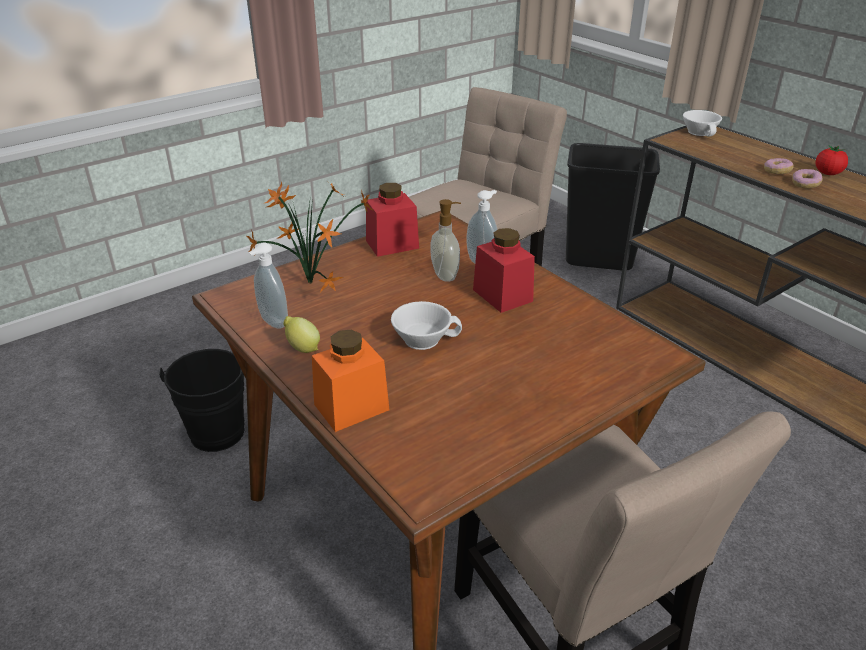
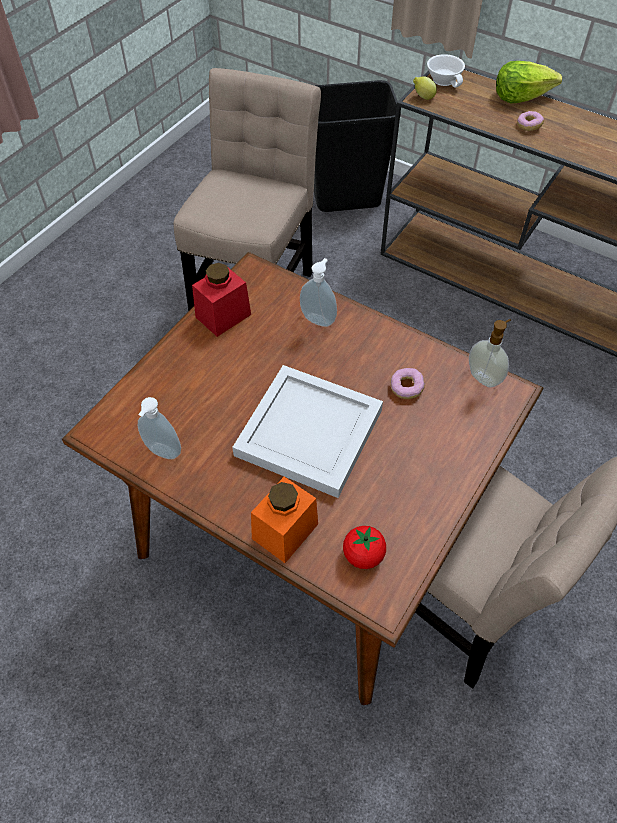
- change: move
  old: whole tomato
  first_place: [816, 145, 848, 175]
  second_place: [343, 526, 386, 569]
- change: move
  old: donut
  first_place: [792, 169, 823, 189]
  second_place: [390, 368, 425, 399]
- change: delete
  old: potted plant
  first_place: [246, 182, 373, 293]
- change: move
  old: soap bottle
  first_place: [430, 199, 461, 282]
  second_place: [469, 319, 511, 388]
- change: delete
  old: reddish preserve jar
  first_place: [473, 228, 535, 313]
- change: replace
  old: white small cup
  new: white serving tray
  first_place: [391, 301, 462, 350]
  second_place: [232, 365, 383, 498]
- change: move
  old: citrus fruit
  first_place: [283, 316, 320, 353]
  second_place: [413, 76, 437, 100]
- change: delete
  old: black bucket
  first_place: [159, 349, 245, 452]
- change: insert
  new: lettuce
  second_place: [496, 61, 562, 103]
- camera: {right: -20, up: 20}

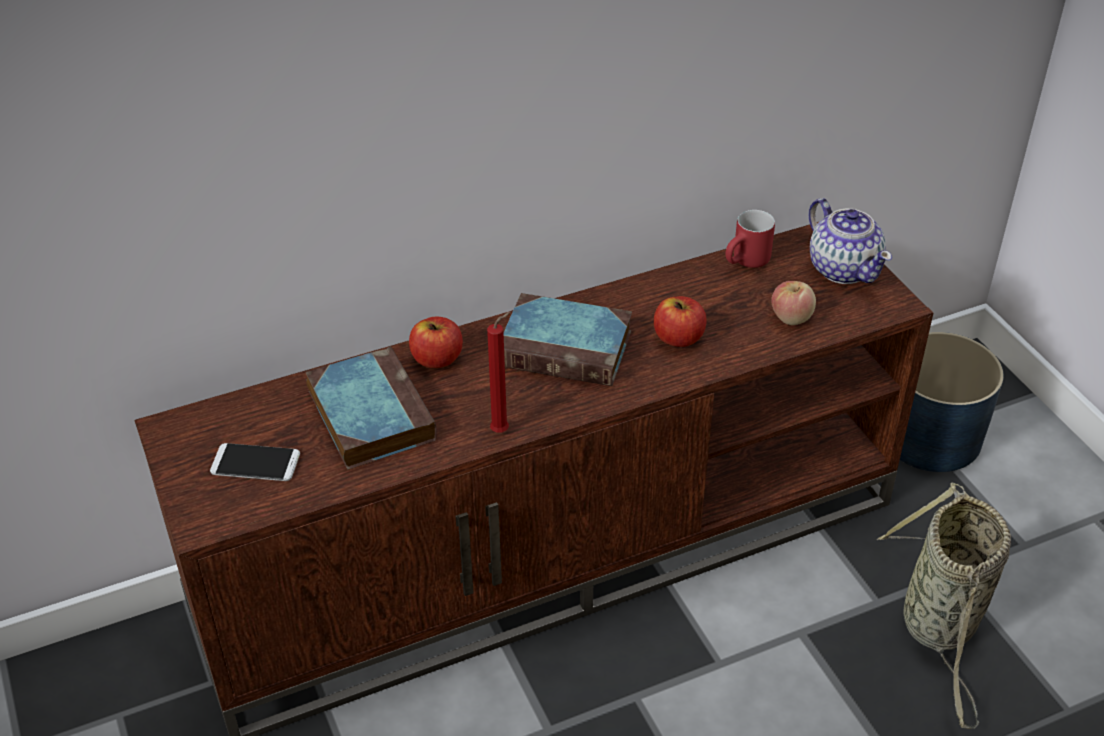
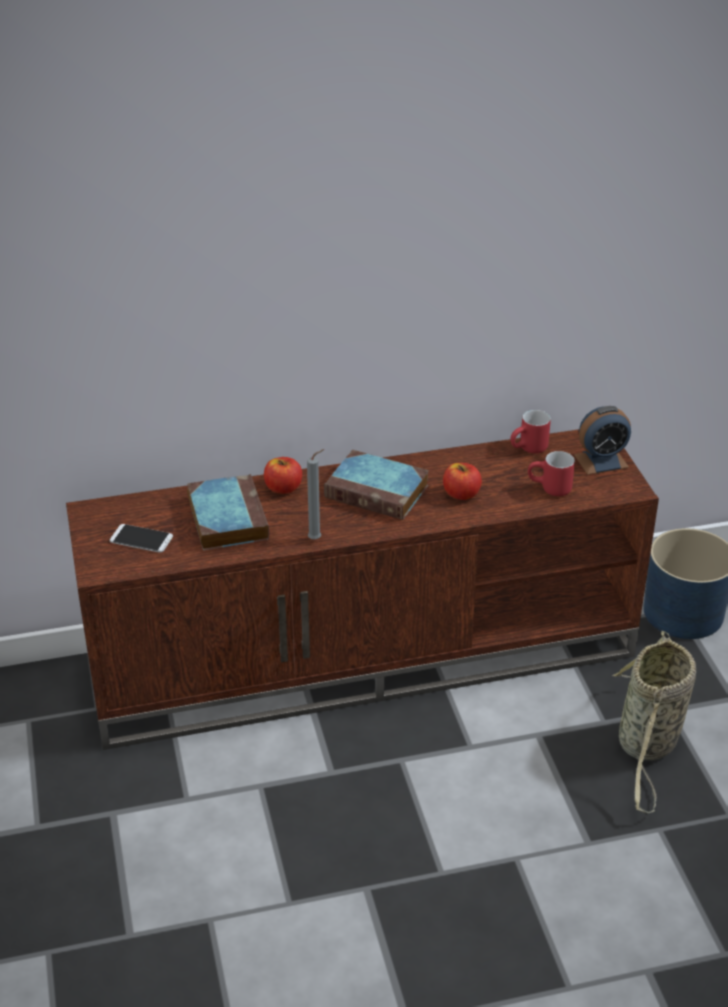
- change: replace
  old: pot for tea
  new: table clock
  first_place: [809, 198, 892, 284]
  second_place: [574, 406, 631, 475]
- change: replace
  old: apple
  new: reddish tea mug
  first_place: [771, 281, 816, 325]
  second_place: [528, 451, 575, 496]
- change: recolor
  old: reddish wax light
  new: grey wax light
  first_place: [487, 312, 511, 433]
  second_place: [307, 449, 324, 540]
- camera: {right: 10, up: -5}

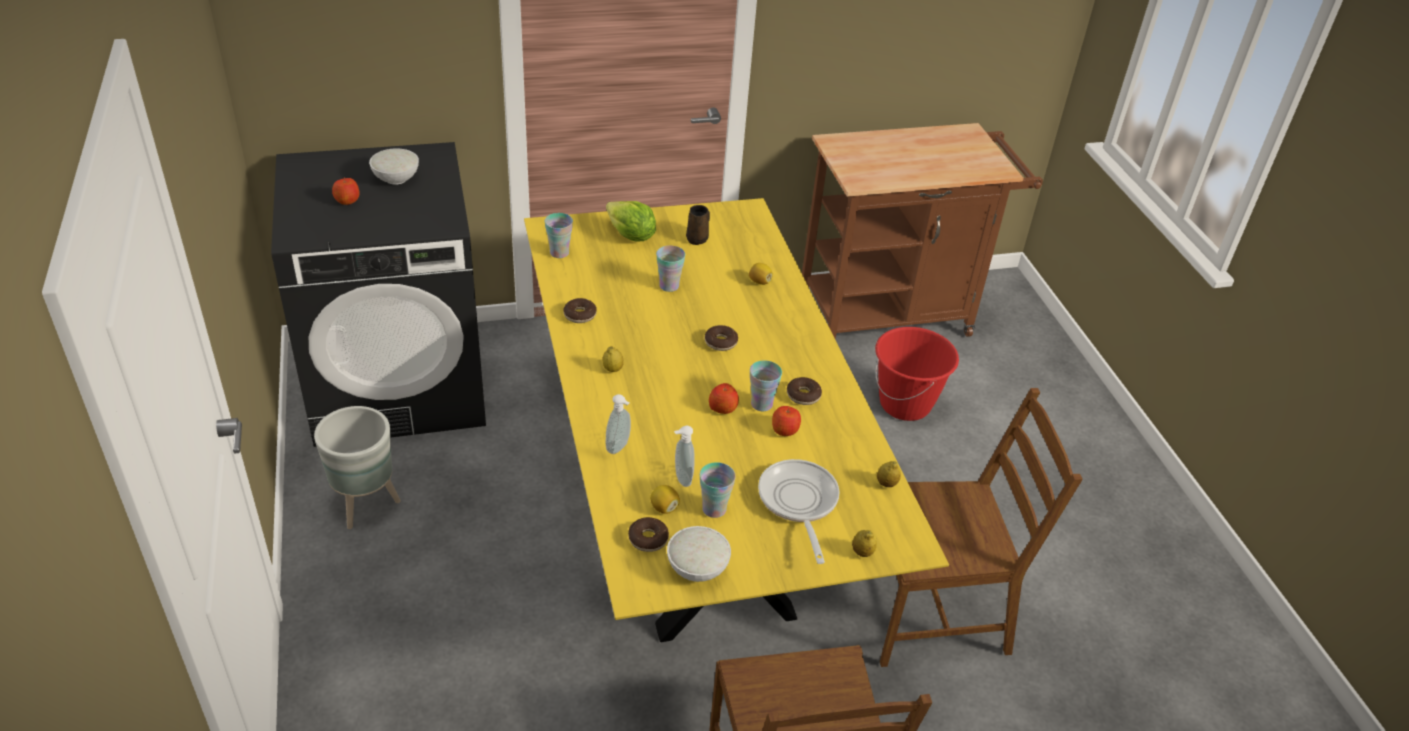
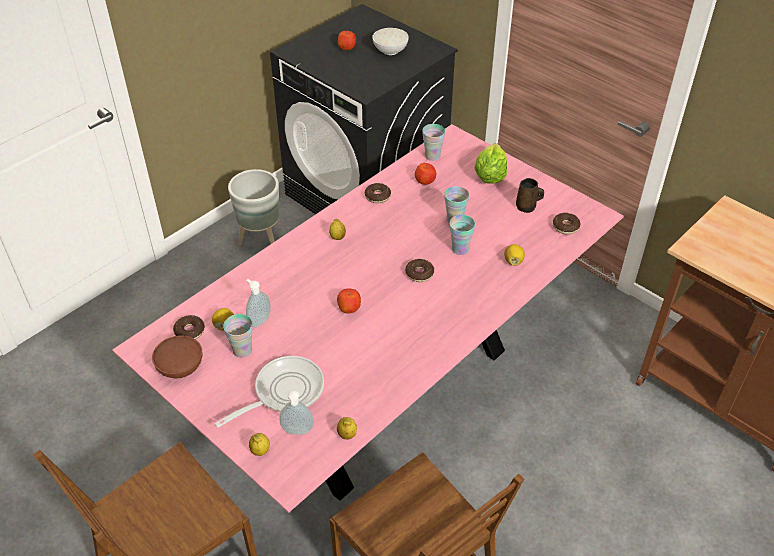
- change: recolor
  old: yellow dinner table
  new: pink-coloured dinner table
  first_place: [524, 198, 949, 642]
  second_place: [112, 124, 624, 513]
- change: delete
  old: reddish bucket
  first_place: [875, 327, 959, 421]
- change: move
  old: small cup
  first_place: [750, 360, 782, 411]
  second_place: [450, 215, 475, 255]
- change: move
  old: donut
  first_place: [787, 377, 822, 405]
  second_place: [553, 213, 581, 235]
- change: move
  old: soap bottle
  first_place: [606, 394, 631, 454]
  second_place: [279, 390, 314, 435]
- change: move
  old: apple
  first_place: [772, 406, 801, 436]
  second_place: [415, 163, 436, 185]
- change: recolor
  old: white deep dish
  new: brownish deep dish
  first_place: [667, 526, 731, 582]
  second_place: [152, 336, 202, 379]
- camera: {right: 60, up: 5}

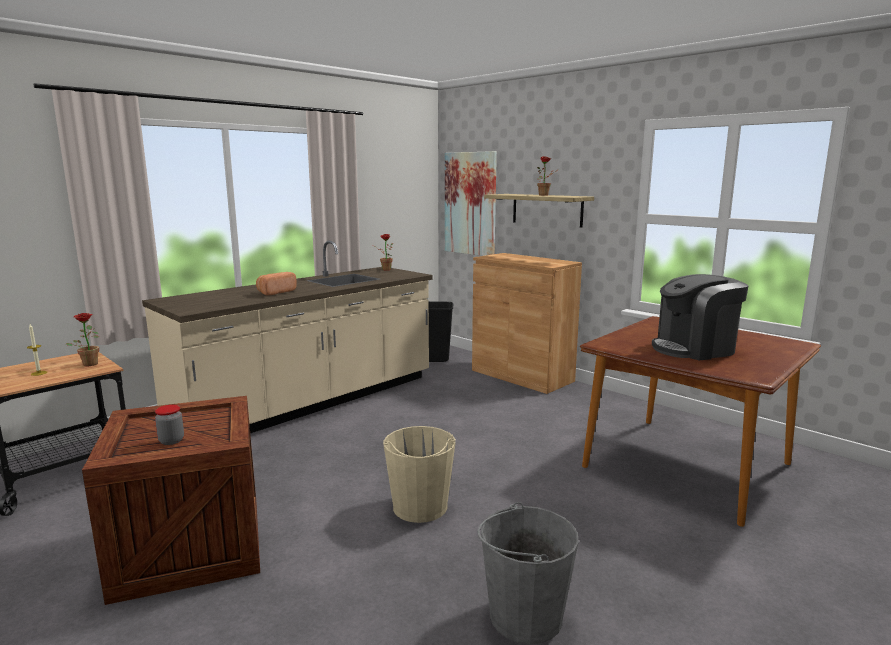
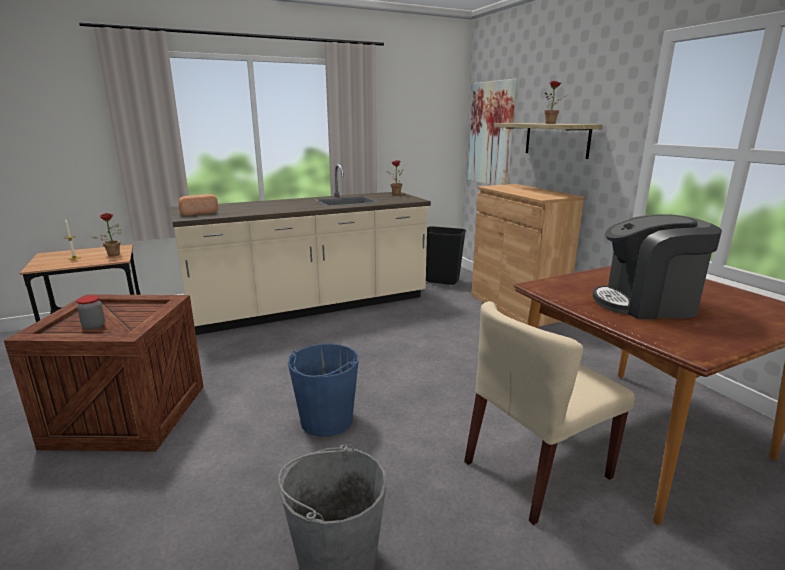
- change: move
  old: bread
  first_place: [256, 272, 297, 295]
  second_place: [178, 194, 218, 215]
- change: recolor
  old: beige bucket
  new: bluish bucket
  first_place: [383, 426, 456, 523]
  second_place: [288, 343, 359, 437]
- change: insert
  new: beige upright chair
  second_place: [464, 301, 635, 525]
- camera: {right: 20, up: 5}

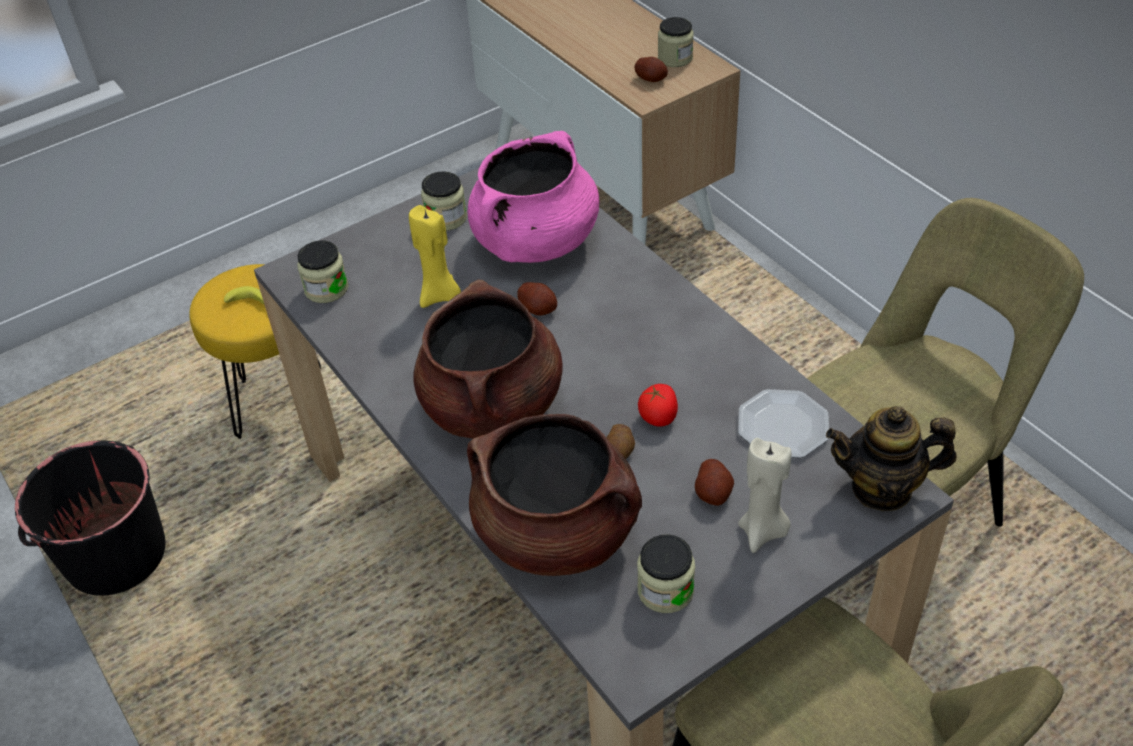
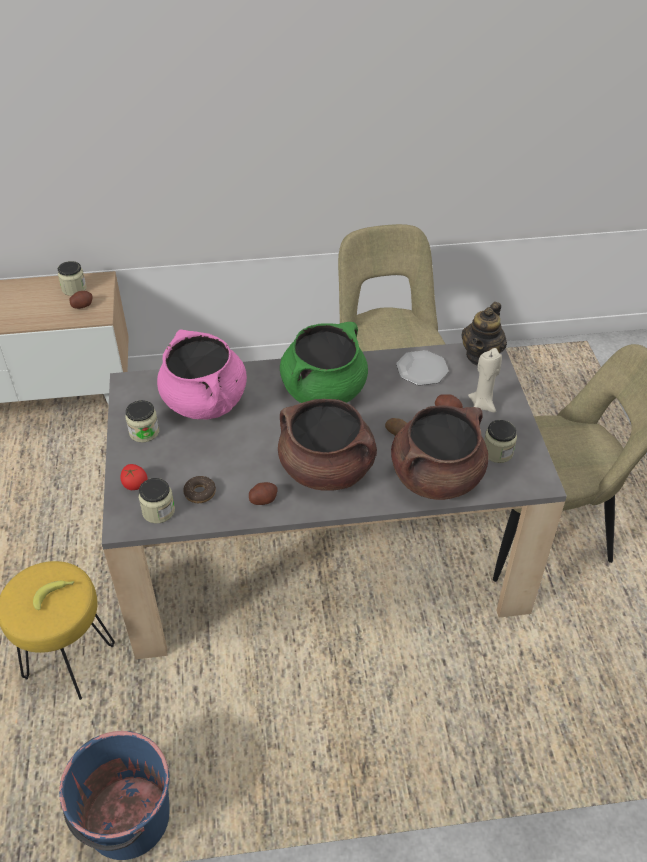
- change: delete
  old: yellow wax light
  first_place: [409, 205, 461, 308]
- change: move
  old: whole potato
  first_place: [517, 282, 557, 316]
  second_place: [249, 482, 278, 505]
- change: move
  old: whole tomato
  first_place: [638, 384, 678, 427]
  second_place: [120, 464, 148, 490]
- change: recolor
  old: black bucket
  new: bluish bucket
  first_place: [15, 440, 166, 596]
  second_place: [59, 731, 170, 860]
- change: insert
  new: greenish cooking pot
  second_place: [280, 322, 368, 403]
- change: insert
  new: donut
  second_place: [183, 476, 216, 503]
- camera: {right: -65, up: 0}

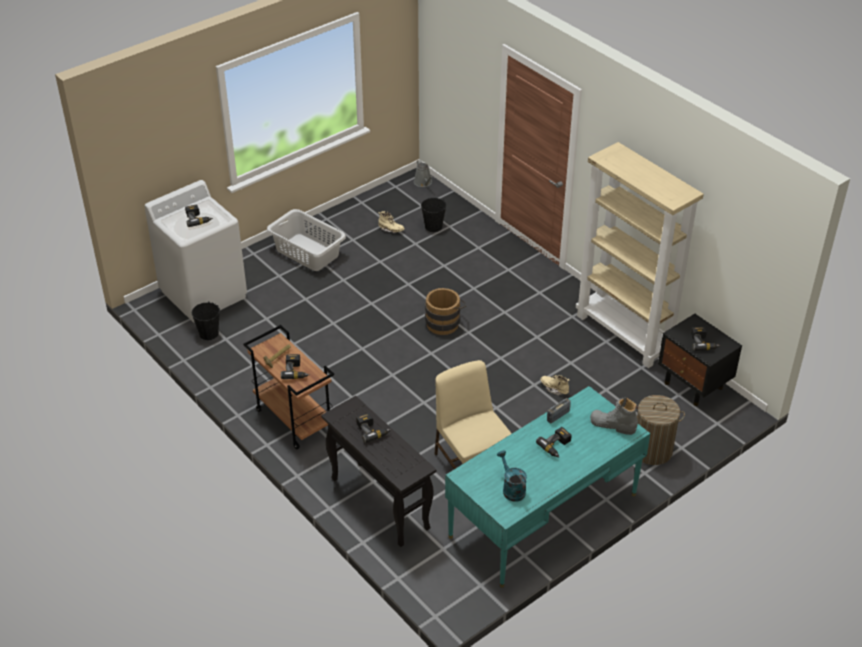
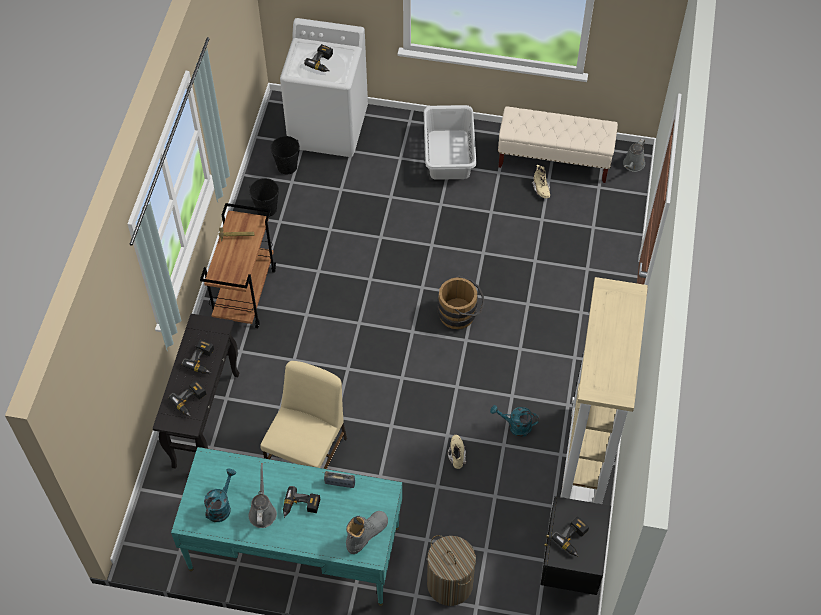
- change: move
  old: black bucket
  first_place: [421, 198, 447, 232]
  second_place: [249, 178, 279, 217]
- change: move
  old: power drill
  first_place: [281, 354, 310, 379]
  second_place: [169, 380, 206, 417]
- change: rotate
  old: grey high-top boot
  first_place: [590, 397, 638, 435]
  second_place: [346, 511, 388, 554]
  degrees: 60
- change: insert
  new: beige bench
  second_place: [498, 106, 618, 183]
- change: insert
  new: turquoise watering pot
  second_place: [490, 405, 539, 437]
- change: insert
  new: grey watering pot
  second_place: [249, 463, 277, 528]
- camera: {right: 50, up: 15}

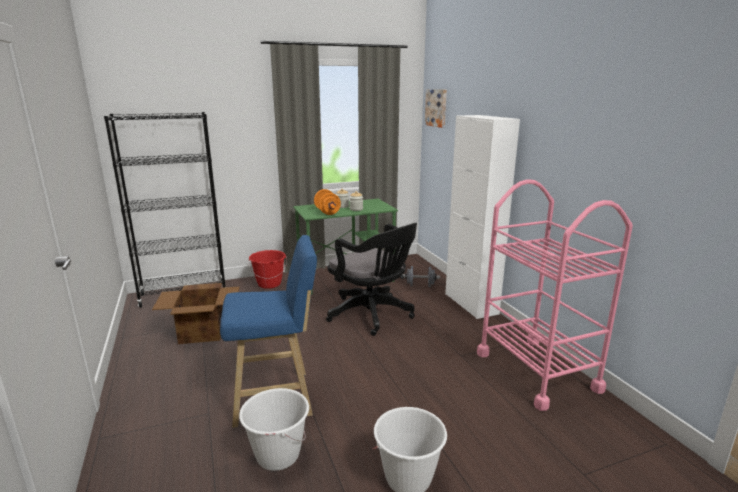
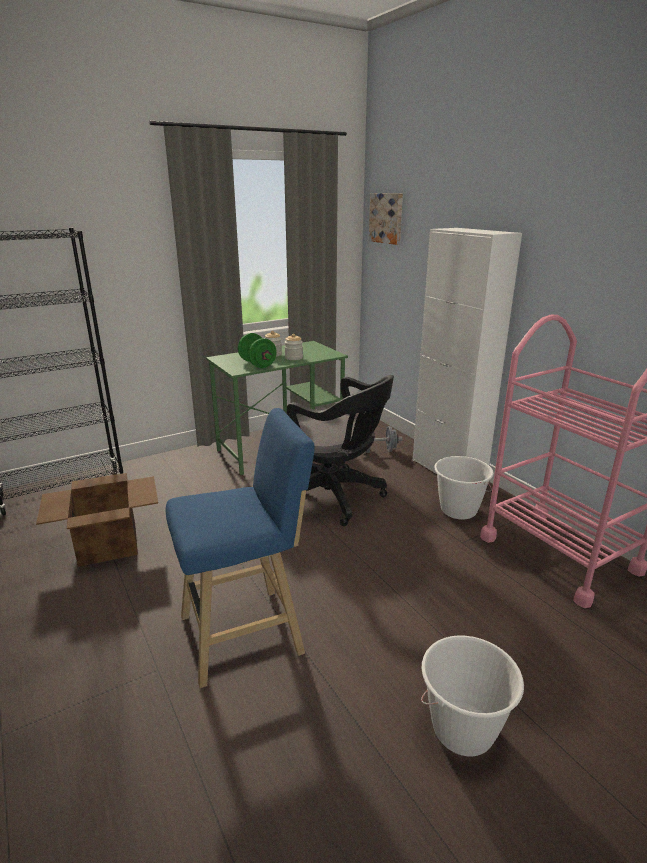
- change: recolor
  old: orange-coloured hand weight
  new: greenish hand weight
  first_place: [314, 189, 341, 215]
  second_place: [238, 333, 277, 368]
- change: delete
  old: reddish bucket
  first_place: [248, 250, 287, 289]
- change: move
  old: white bucket
  first_place: [239, 388, 309, 471]
  second_place: [434, 456, 494, 520]
- camera: {right: -10, up: 5}

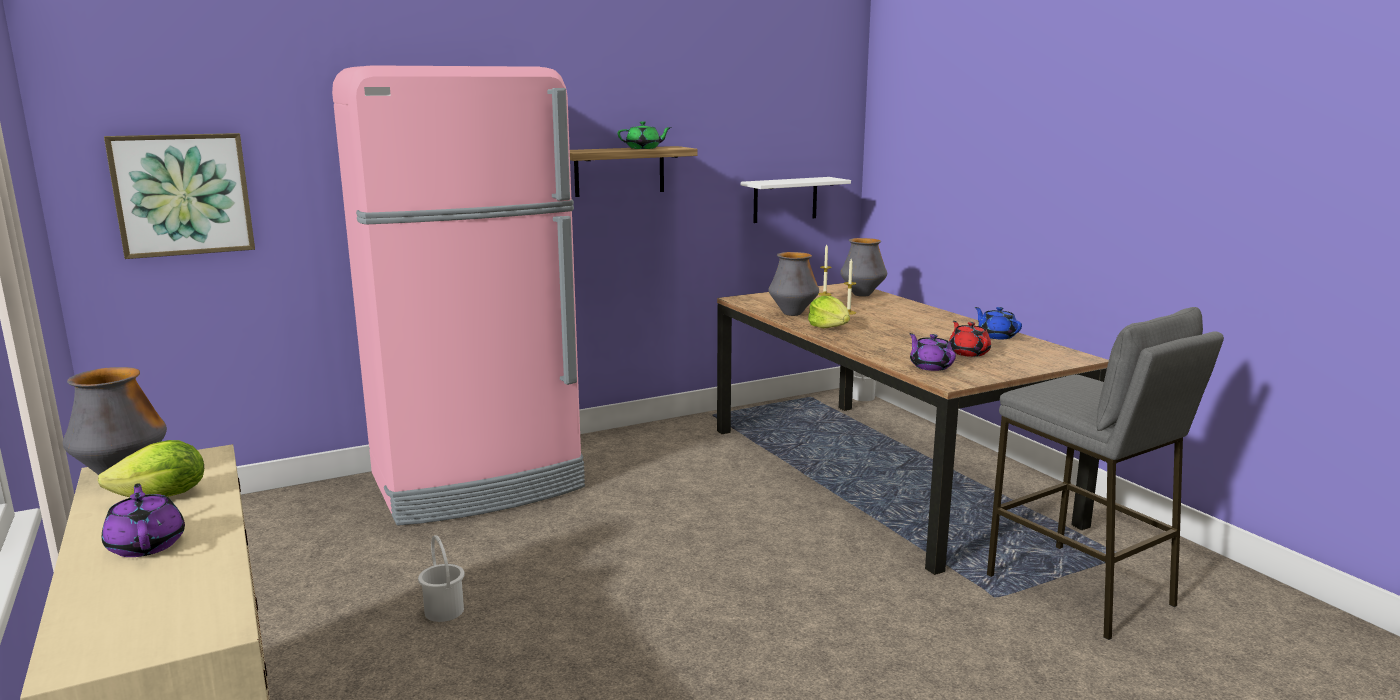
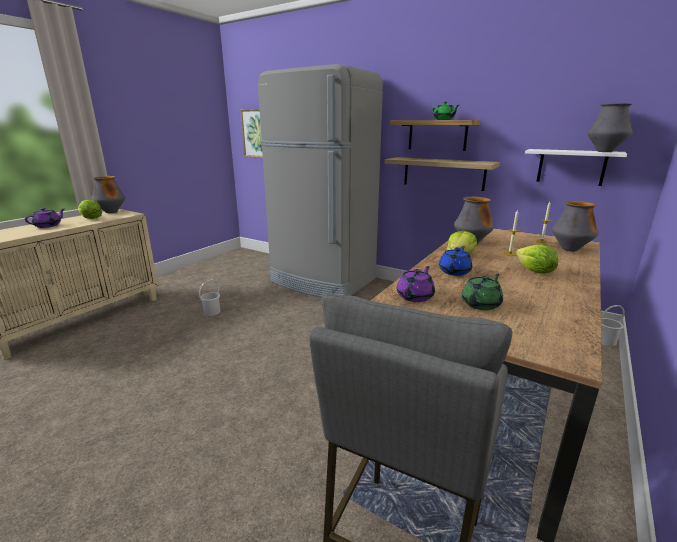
- change: recolor
  old: pink-coloured refrigerator
  new: grey refrigerator
  first_place: [332, 65, 585, 526]
  second_place: [258, 64, 383, 298]
- change: move
  old: bluish pot for tea
  first_place: [975, 307, 1022, 339]
  second_place: [439, 246, 472, 276]
- change: recolor
  old: reddish pot for tea
  new: greenish pot for tea
  first_place: [949, 321, 991, 357]
  second_place: [461, 274, 503, 310]
- change: insert
  new: decorative vase
  second_place: [587, 103, 633, 152]
- change: insert
  new: shelf
  second_place: [385, 157, 500, 191]
- change: insert
  new: lettuce
  second_place: [516, 244, 559, 274]
- camera: {right: 60, up: 5}

